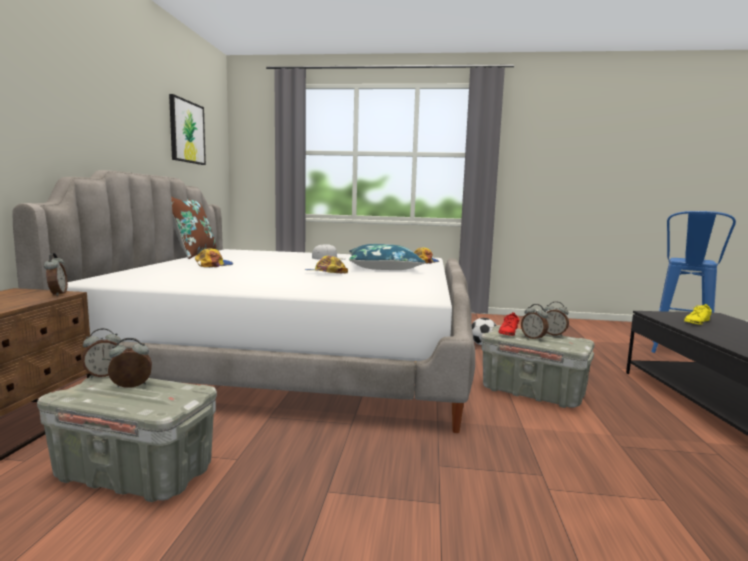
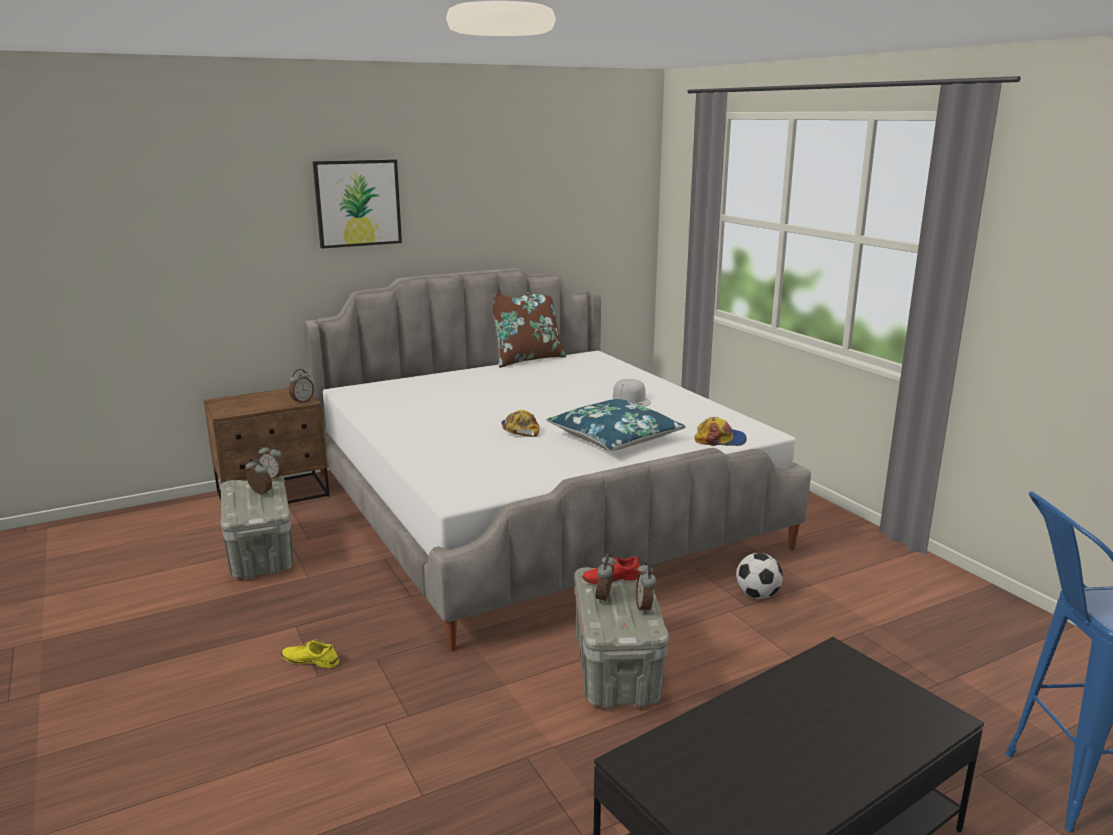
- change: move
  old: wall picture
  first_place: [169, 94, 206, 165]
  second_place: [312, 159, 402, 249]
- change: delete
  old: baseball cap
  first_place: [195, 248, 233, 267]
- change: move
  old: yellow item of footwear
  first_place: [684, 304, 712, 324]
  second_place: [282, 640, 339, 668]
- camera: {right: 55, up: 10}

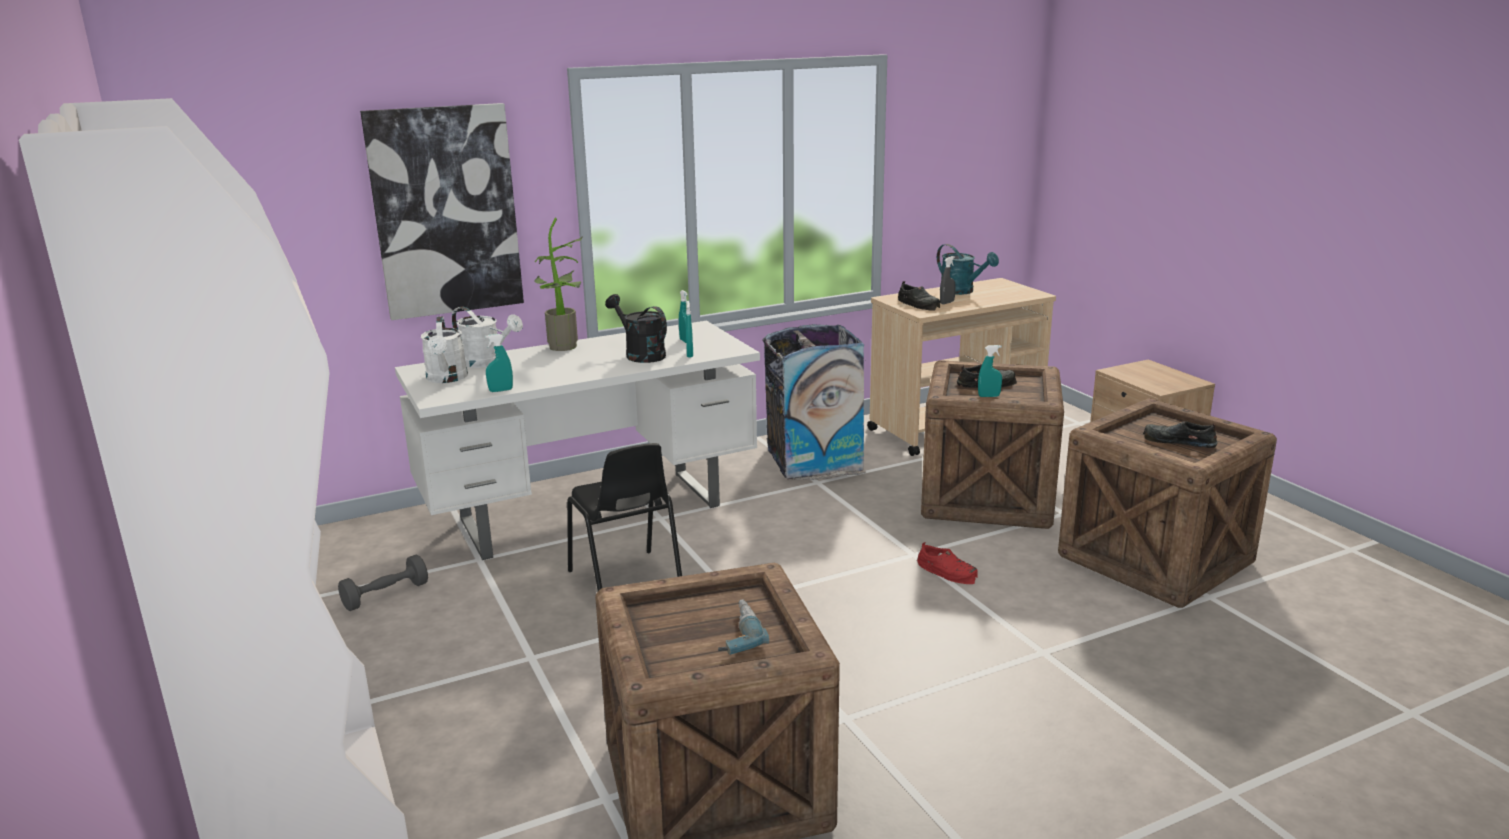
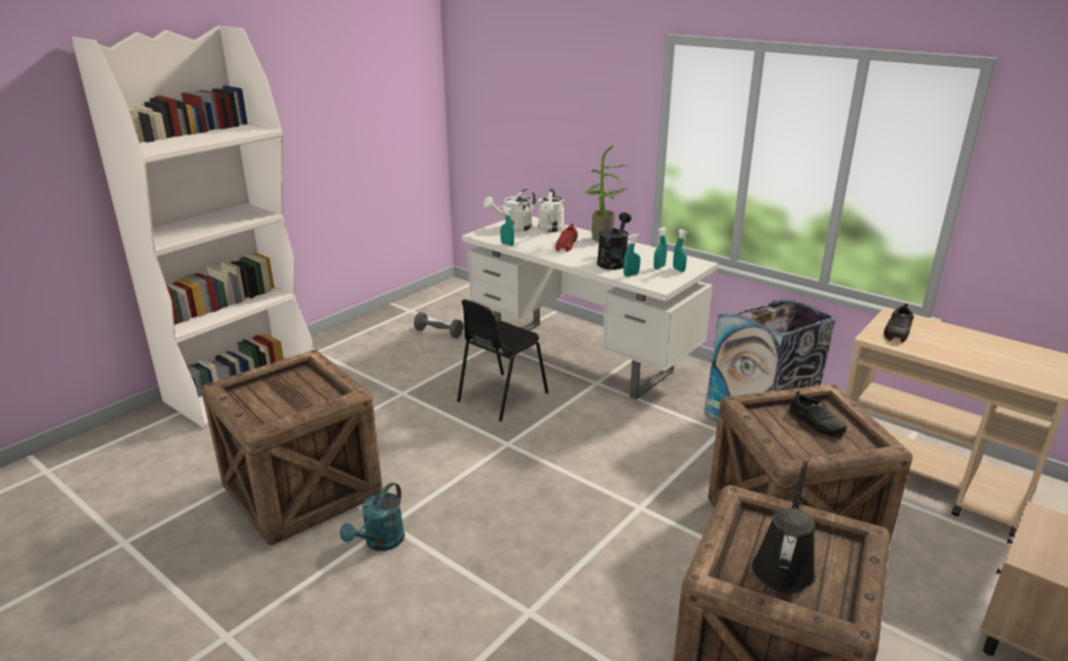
- change: delete
  old: wall picture
  first_place: [360, 103, 524, 320]
- change: move
  old: turquoise watering pot
  first_place: [937, 244, 999, 295]
  second_place: [340, 482, 405, 551]
- change: delete
  old: grey hand sprayer
  first_place: [940, 256, 956, 304]
- change: move
  old: turquoise hand sprayer
  first_place: [978, 345, 1002, 397]
  second_place: [673, 229, 687, 272]
- change: replace
  old: black item of footwear
  new: black watering pot
  first_place: [1143, 421, 1218, 448]
  second_place: [752, 459, 816, 593]
- change: move
  old: reddish item of footwear
  first_place: [917, 542, 978, 584]
  second_place: [555, 224, 577, 252]
- change: delete
  old: power drill
  first_place: [718, 599, 769, 655]
- camera: {right: 65, up: 5}

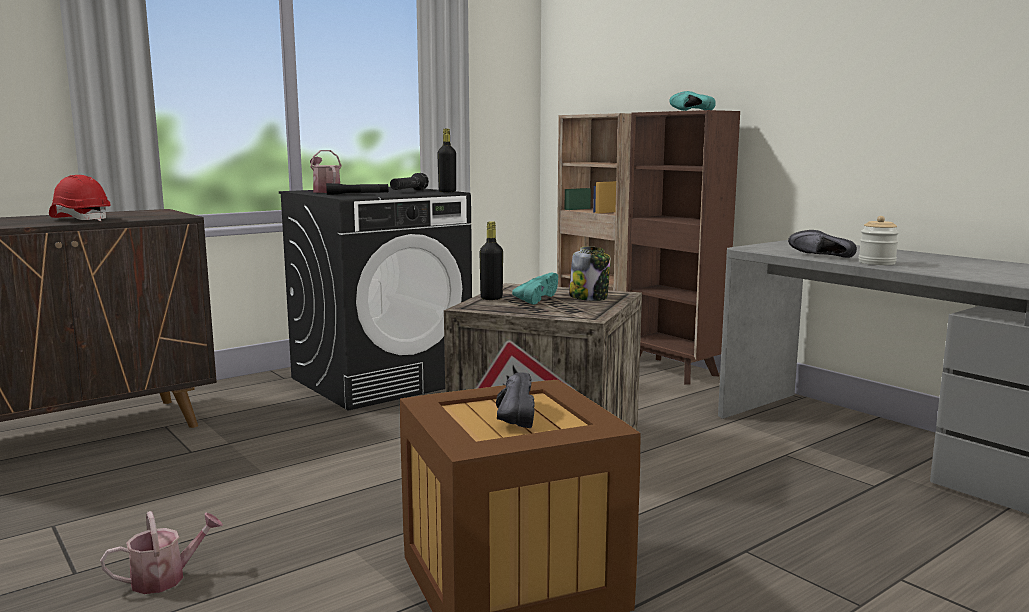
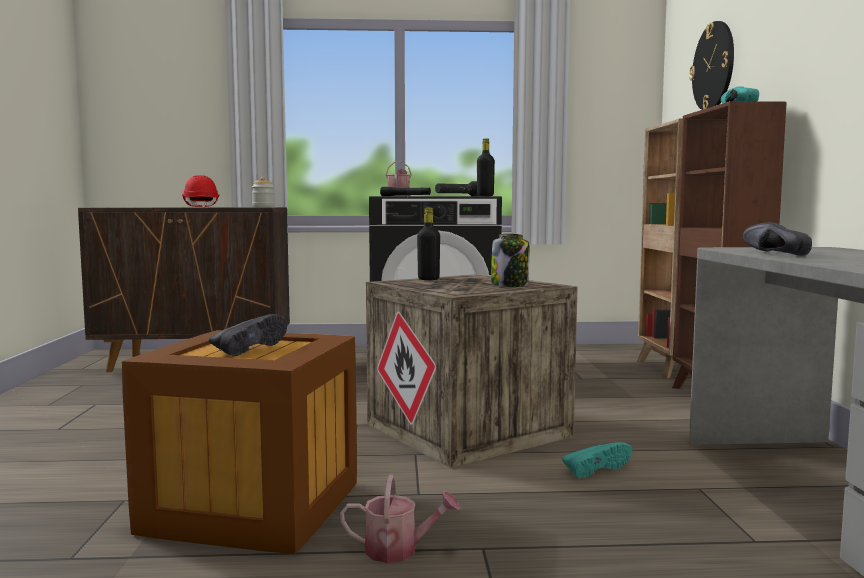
- change: move
  old: preserve jar
  first_place: [859, 216, 899, 265]
  second_place: [252, 177, 275, 207]
- change: move
  old: turquoise item of footwear
  first_place: [512, 273, 558, 305]
  second_place: [562, 442, 632, 478]
- change: move
  old: watering pot
  first_place: [100, 511, 223, 594]
  second_place: [340, 475, 460, 563]
- change: insert
  new: clock on the wall
  second_place: [689, 21, 734, 110]
- camera: {right: 35, up: -5}

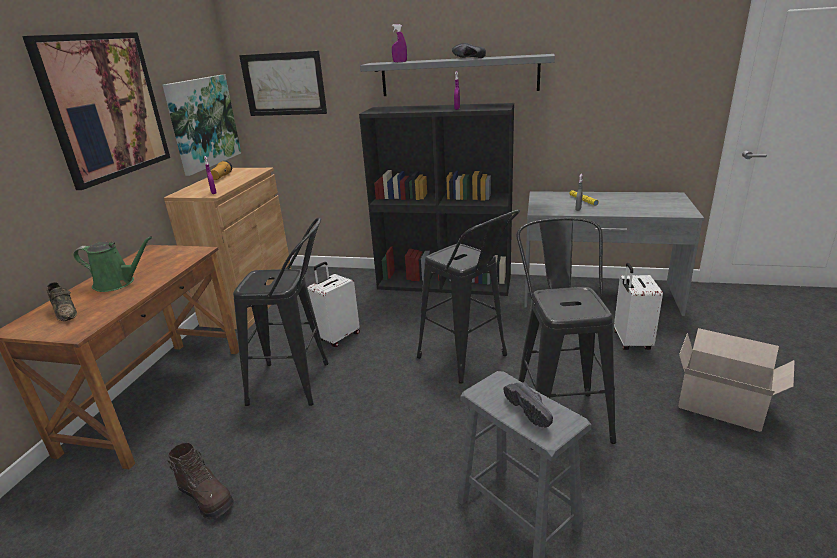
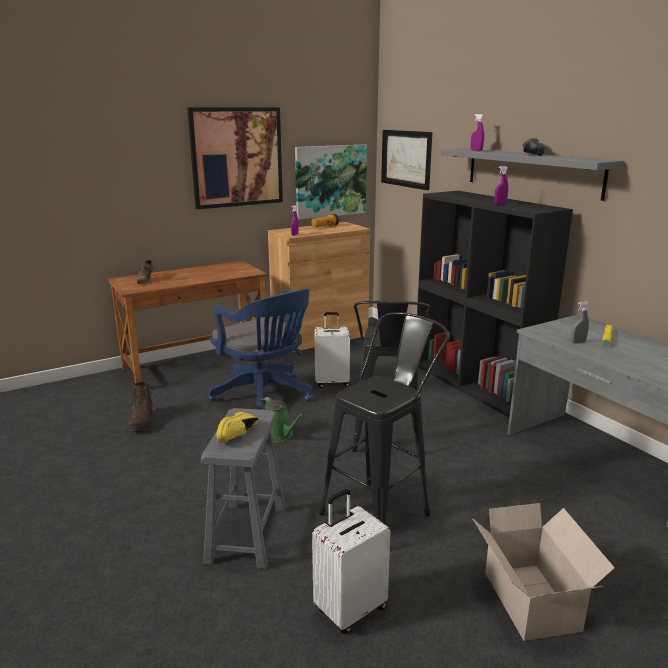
- change: replace
  old: black stool seat
  new: bluish computer chair
  first_place: [233, 217, 329, 406]
  second_place: [209, 289, 312, 410]
- change: move
  old: greenish watering pot
  first_place: [73, 236, 152, 292]
  second_place: [261, 397, 305, 442]
- change: move
  old: white suitcase
  first_place: [614, 263, 663, 350]
  second_place: [312, 489, 391, 634]
- change: recolor
  old: black item of footwear
  new: yellow item of footwear
  first_place: [504, 382, 553, 427]
  second_place: [217, 412, 259, 442]
- camera: {right: 45, up: -5}

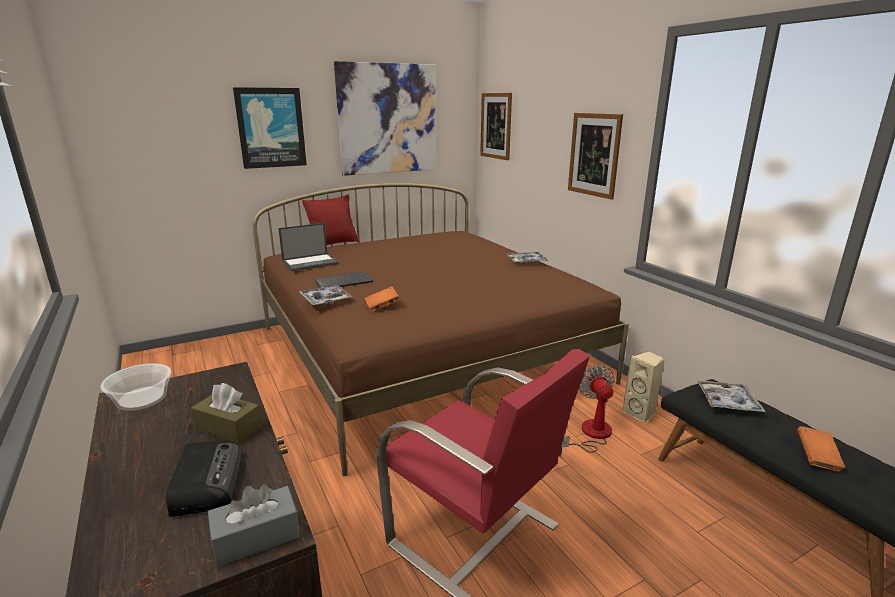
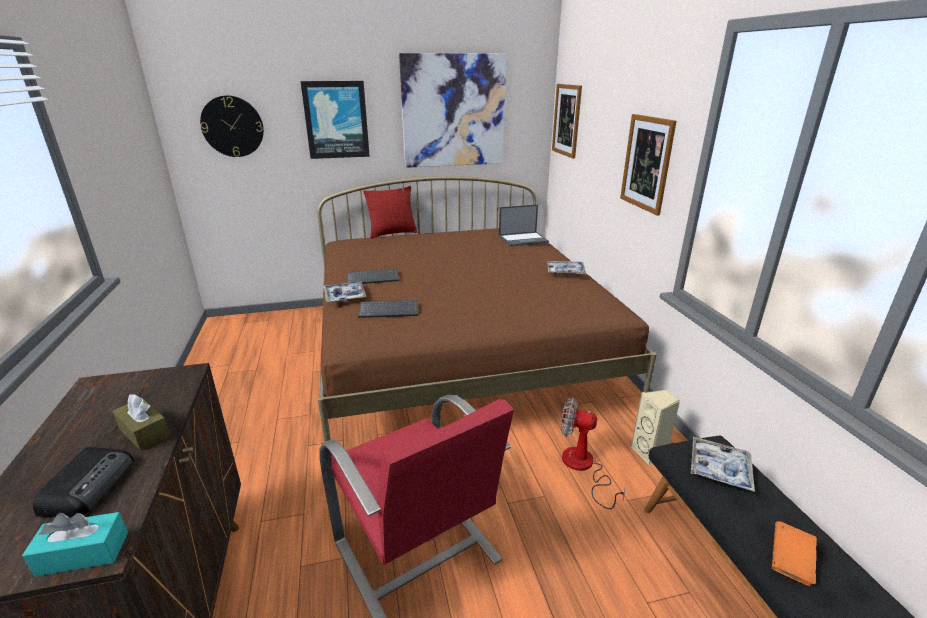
- change: move
  old: notebook computer
  first_place: [278, 223, 339, 272]
  second_place: [499, 204, 549, 247]
- change: replace
  old: orange-coloured bound book
  new: computer keyboard
  first_place: [365, 286, 400, 312]
  second_place: [358, 300, 418, 318]
- change: delete
  old: deep dish
  first_place: [100, 363, 171, 411]
- change: rotate
  old: electric fan
  first_place: [559, 365, 615, 457]
  second_place: [561, 397, 626, 509]
  degrees: -75
- change: recolor
  old: grey tissue box
  new: turquoise tissue box
  first_place: [208, 485, 300, 567]
  second_place: [22, 512, 128, 577]
- change: insert
  new: clock on the wall
  second_place: [200, 96, 264, 157]
- camera: {right: 15, up: 5}

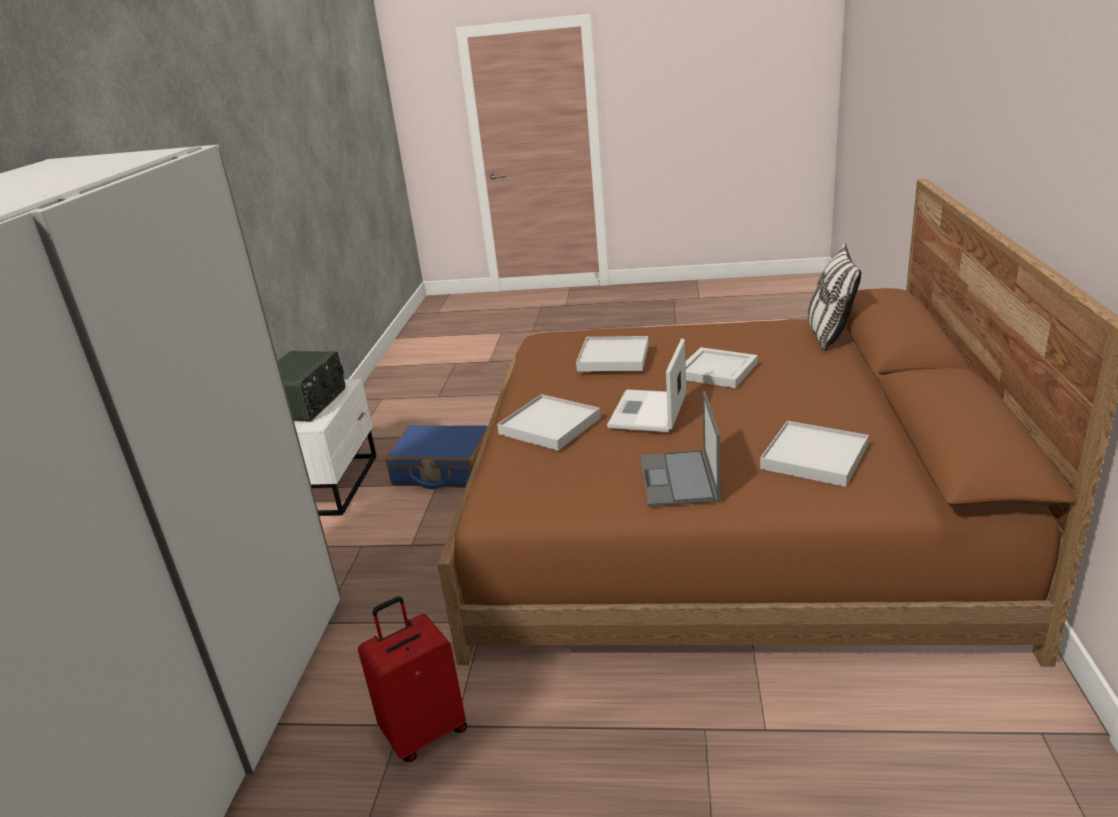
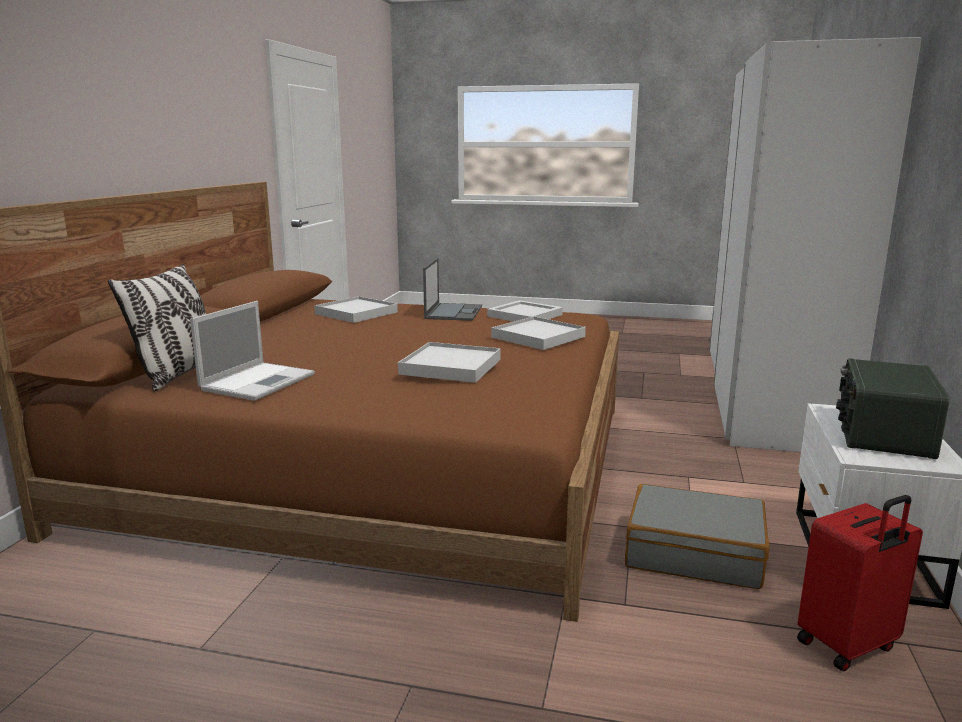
- change: move
  old: notebook computer
  first_place: [607, 338, 686, 432]
  second_place: [190, 301, 315, 401]
- change: move
  old: white serving tray
  first_place: [686, 347, 758, 388]
  second_place: [487, 300, 563, 322]
- change: recolor
  old: bluish suitcase
  new: grey suitcase
  first_place: [385, 425, 488, 489]
  second_place: [625, 484, 769, 589]
- change: move
  old: reddish suitcase
  first_place: [358, 596, 467, 762]
  second_place: [797, 495, 923, 671]
- camera: {right: -175, up: -10}

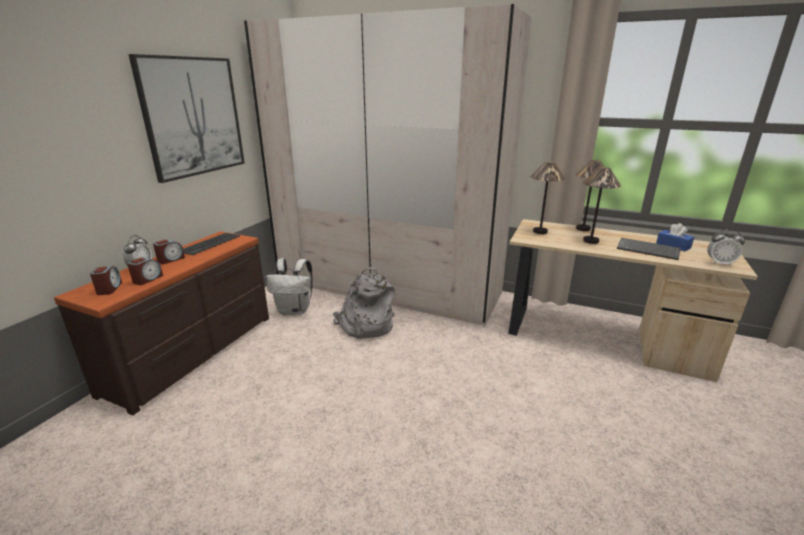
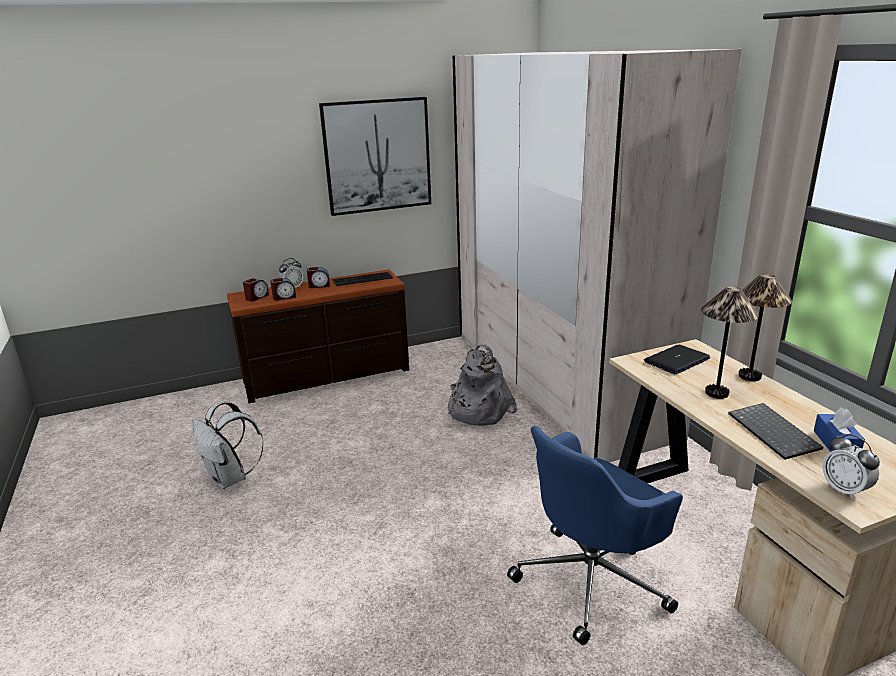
- change: replace
  old: lamp for a table
  new: notebook computer
  first_place: [531, 162, 565, 234]
  second_place: [644, 344, 710, 374]
- change: move
  old: white backpack
  first_place: [266, 258, 313, 315]
  second_place: [193, 401, 264, 489]
- change: insert
  new: bluish computer chair
  second_place: [507, 426, 683, 645]
- camera: {right: 45, up: 0}

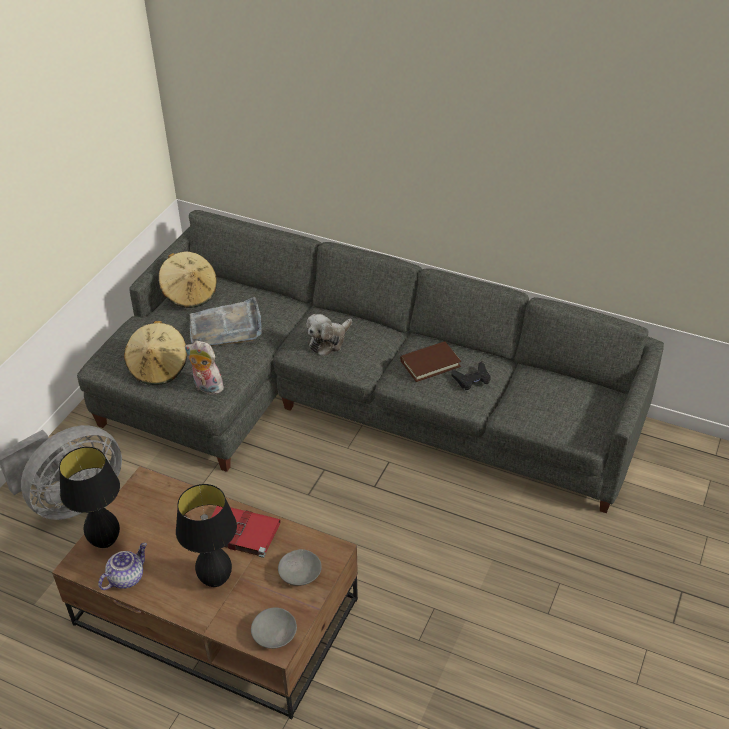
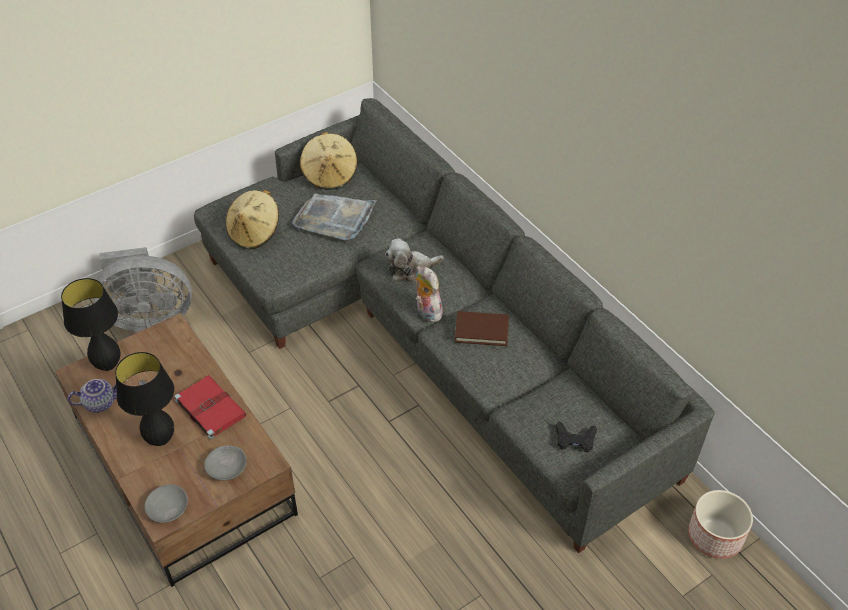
- change: move
  old: plush toy
  first_place: [185, 341, 225, 395]
  second_place: [416, 266, 443, 322]
- change: move
  old: black game controller
  first_place: [451, 362, 491, 390]
  second_place: [556, 421, 597, 453]
- change: insert
  new: plant pot
  second_place: [688, 490, 753, 559]
- camera: {right: 30, up: 5}

